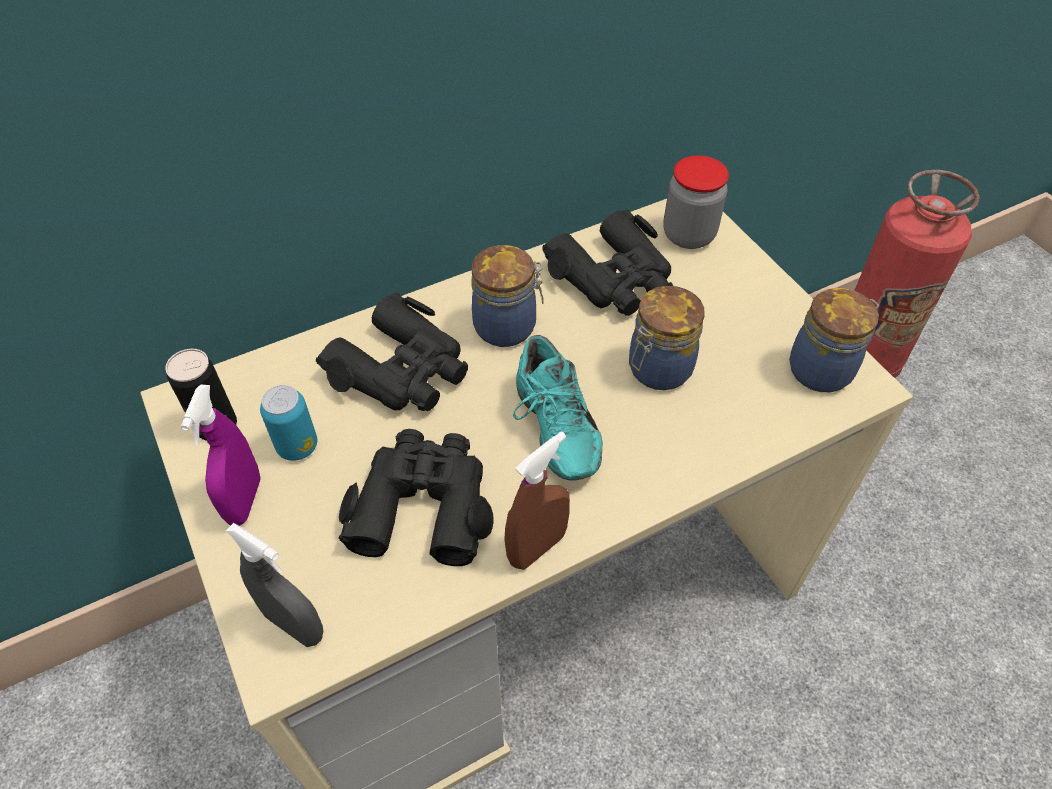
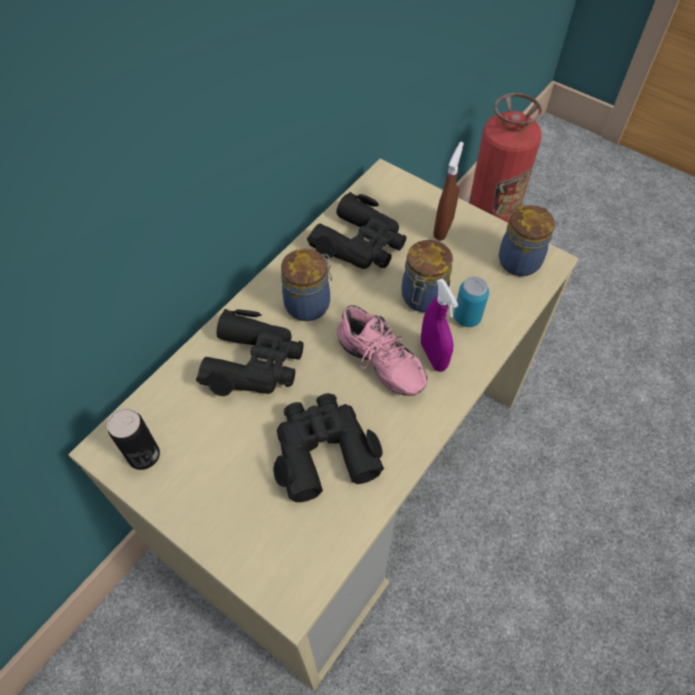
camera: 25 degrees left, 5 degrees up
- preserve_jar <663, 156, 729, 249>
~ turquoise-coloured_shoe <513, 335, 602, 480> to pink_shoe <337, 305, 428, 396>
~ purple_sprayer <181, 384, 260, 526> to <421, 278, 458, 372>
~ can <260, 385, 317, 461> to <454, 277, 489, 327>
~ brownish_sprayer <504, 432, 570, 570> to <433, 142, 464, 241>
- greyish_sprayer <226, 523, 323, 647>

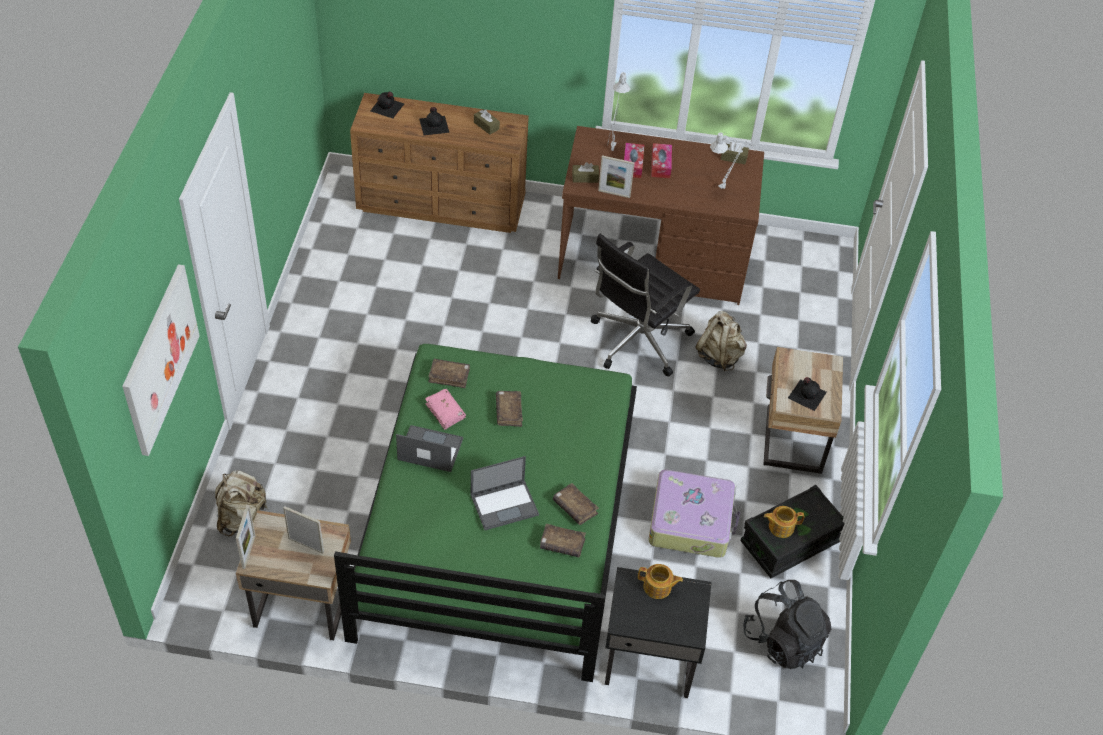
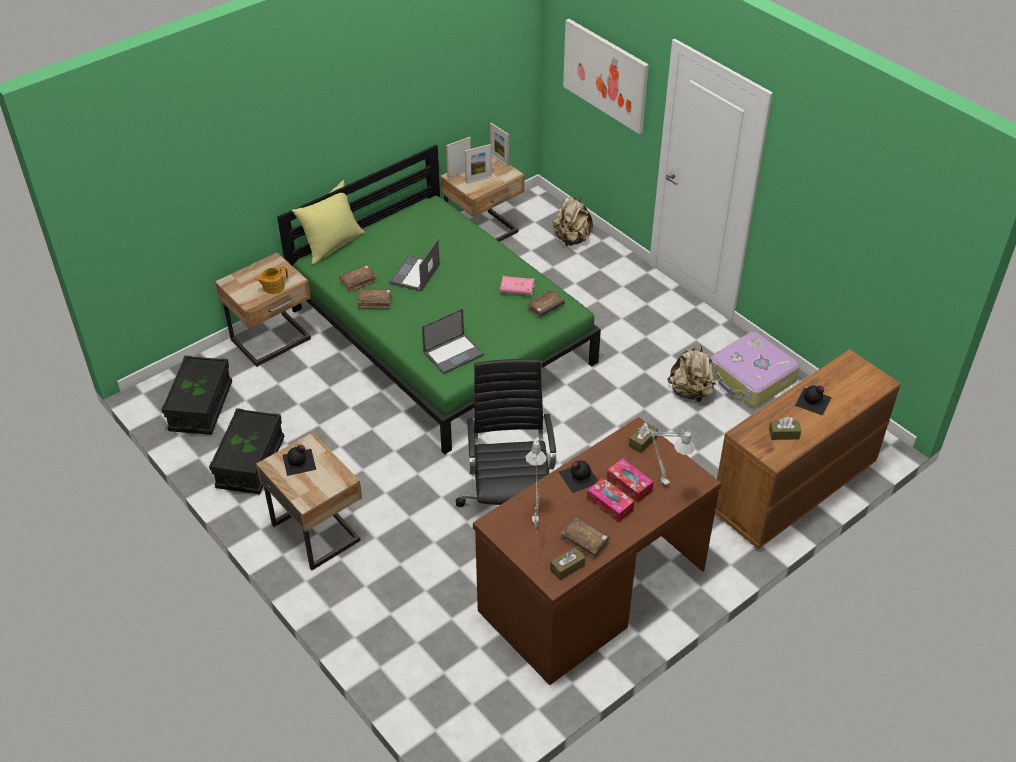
camera: 135 degrees right, 5 degrees down
~ black_bottle <370, 92, 404, 118> to <559, 460, 598, 493>
~ picture_frame <598, 155, 635, 198> to <446, 137, 471, 178>
~ sand-coloured_rucksack <695, 311, 747, 371> to <668, 345, 716, 402>
~ brownish_book <496, 391, 523, 427> to <560, 516, 610, 559>
~ notebook_computer <396, 425, 463, 472> to <422, 308, 484, 374>
~ suitcase <649, 469, 740, 558> to <710, 332, 800, 408>
- pot_for_tea <764, 506, 804, 538>
~ black_bedside_table <605, 567, 712, 698> to sand-coloured_bedside_table <215, 253, 311, 367>
~ black_rucksack <743, 580, 831, 669> to black_storage_bin <161, 356, 232, 435>
+ yellow-coloured_throw_pillow <292, 180, 365, 264>

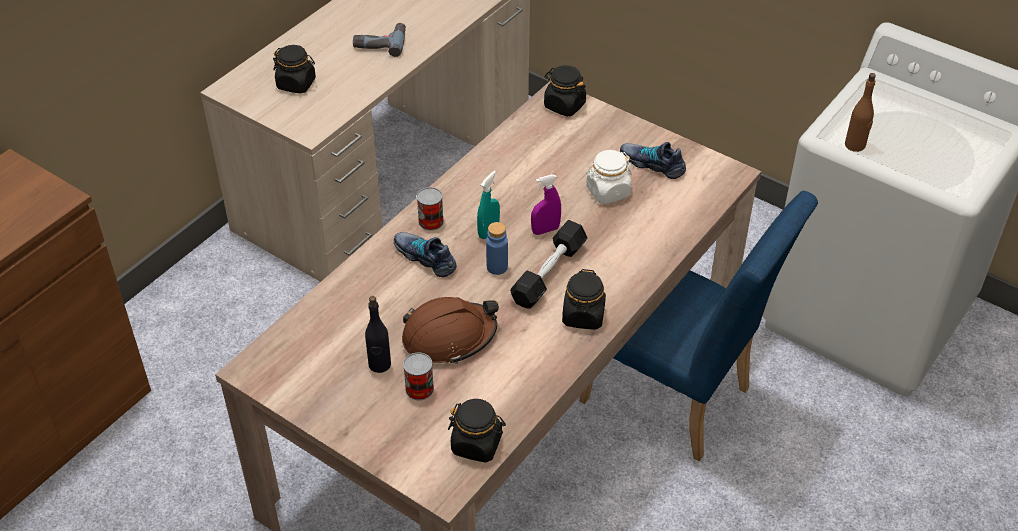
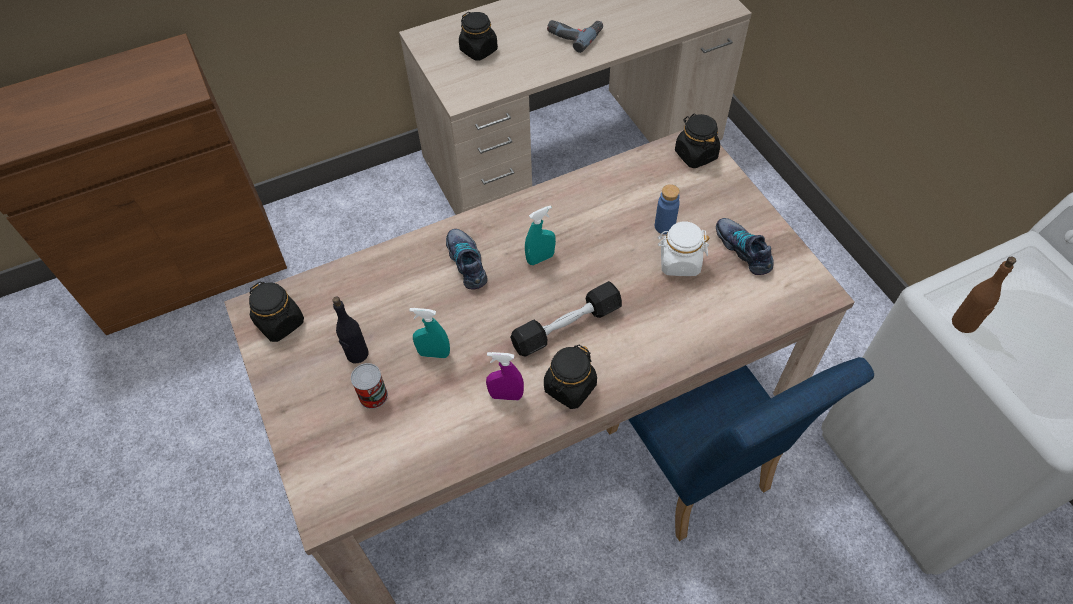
camera: 30 degrees right, 10 degrees up
~ purple_sprayer <531, 174, 561, 235> to <486, 352, 524, 400>
- can <417, 187, 444, 231>
~ bluish_bottle <486, 222, 508, 275> to <655, 184, 680, 234>
~ brownish_hard_hat <402, 297, 499, 364> to turquoise-coloured_sprayer <409, 308, 450, 358>
~ black_preserve_jar <448, 399, 506, 463> to <249, 282, 304, 342>

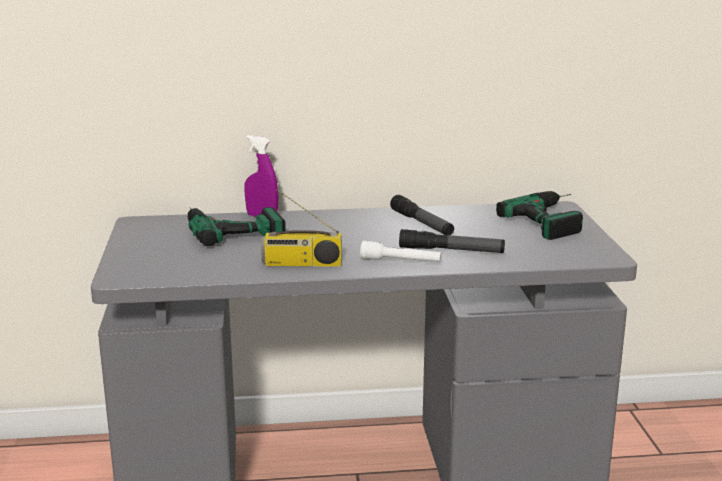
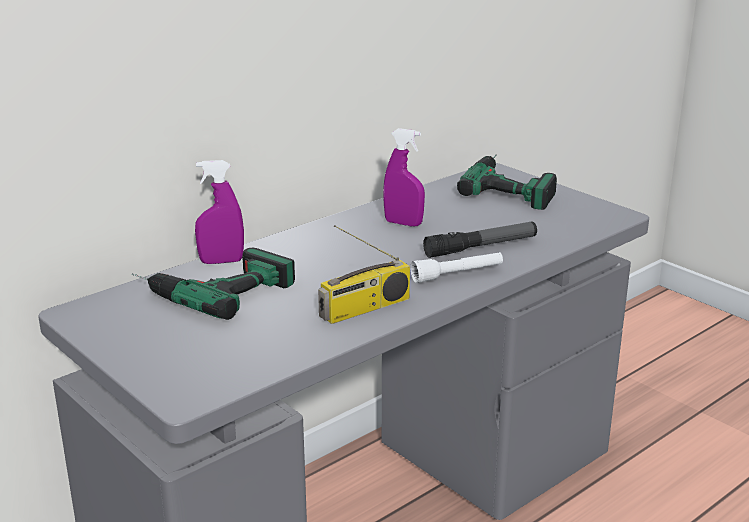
camera: 35 degrees left, 5 degrees up
~ torch <390, 195, 454, 235> to purple_sprayer <383, 128, 425, 227>

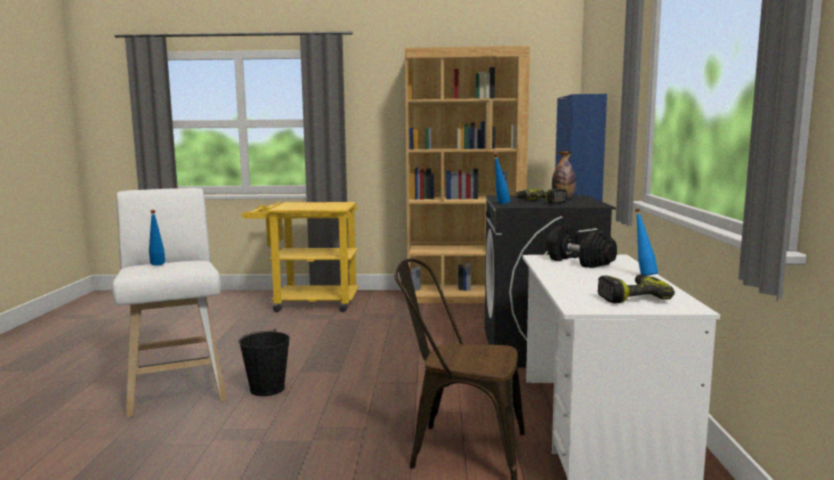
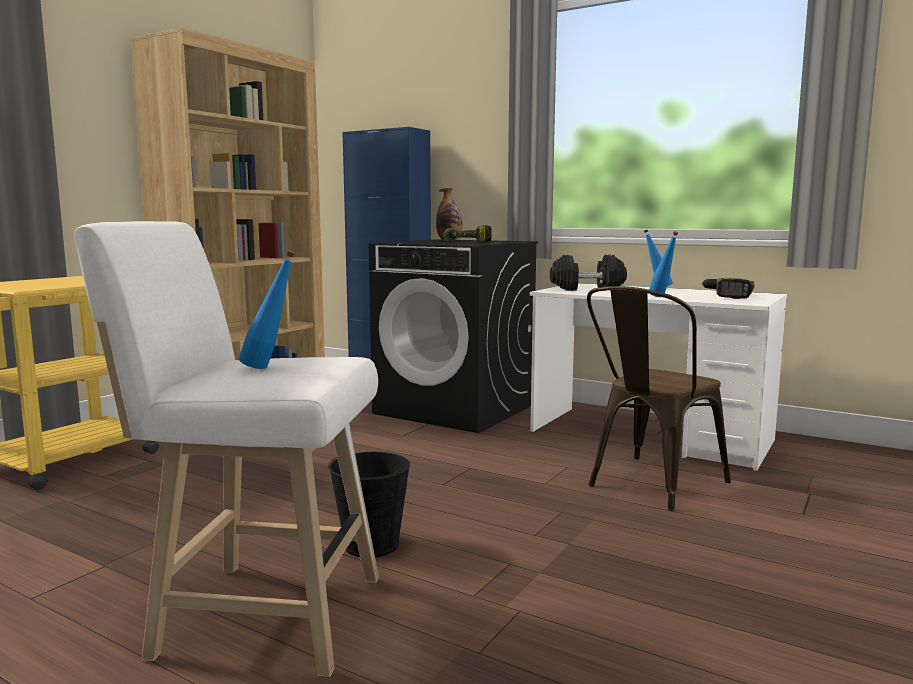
camera: 60 degrees left, 0 degrees up
~ bluish_bottle <494, 154, 510, 204> to <649, 231, 678, 297>

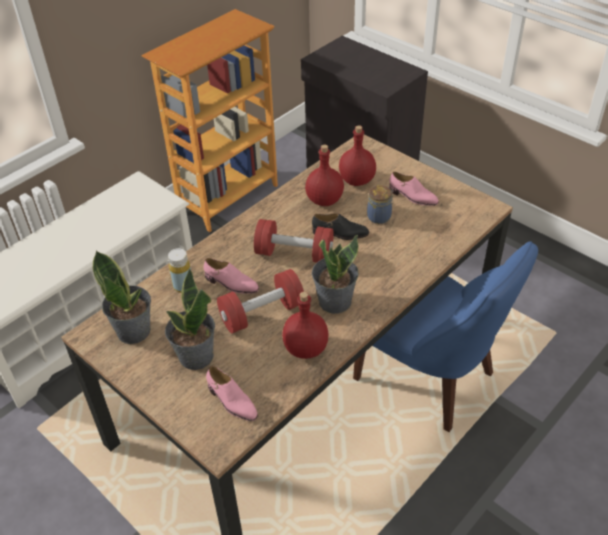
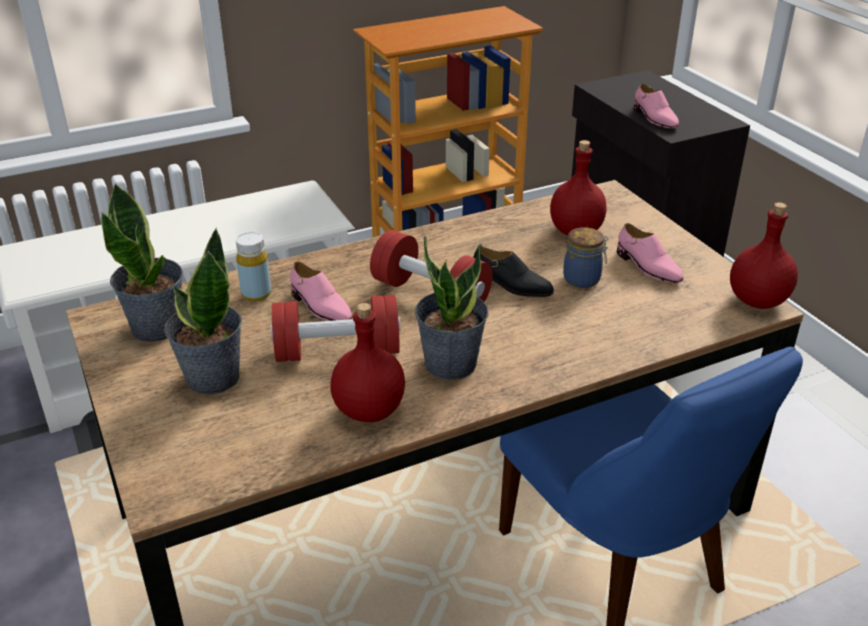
camera: 20 degrees right, 10 degrees down
~ red_bottle <305, 145, 344, 206> to <730, 202, 798, 309>
~ pink_shoe <206, 366, 258, 421> to <634, 84, 679, 129>

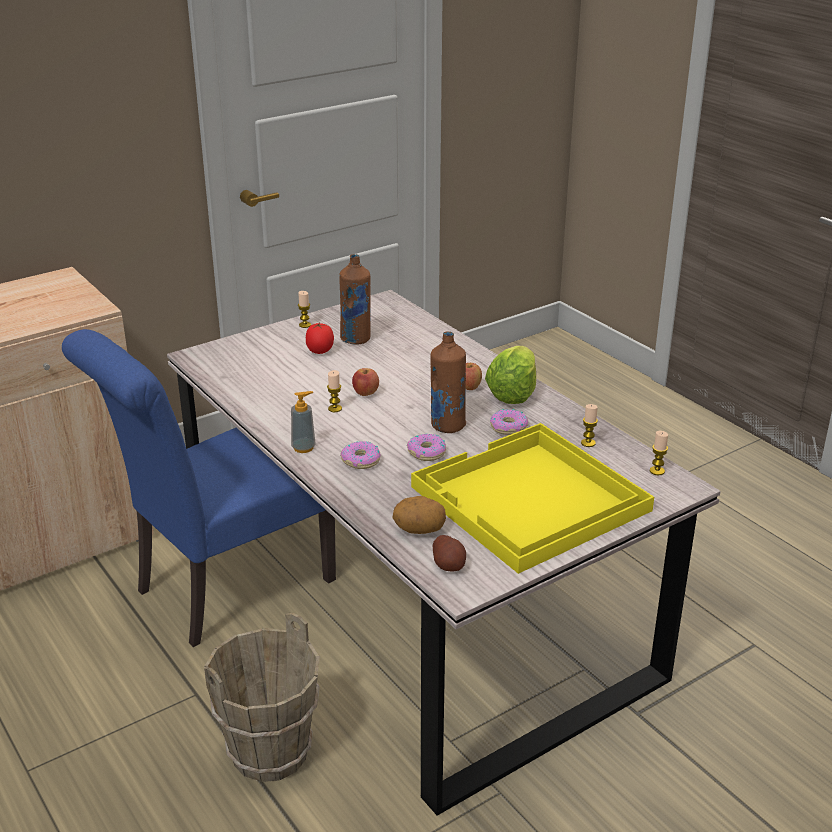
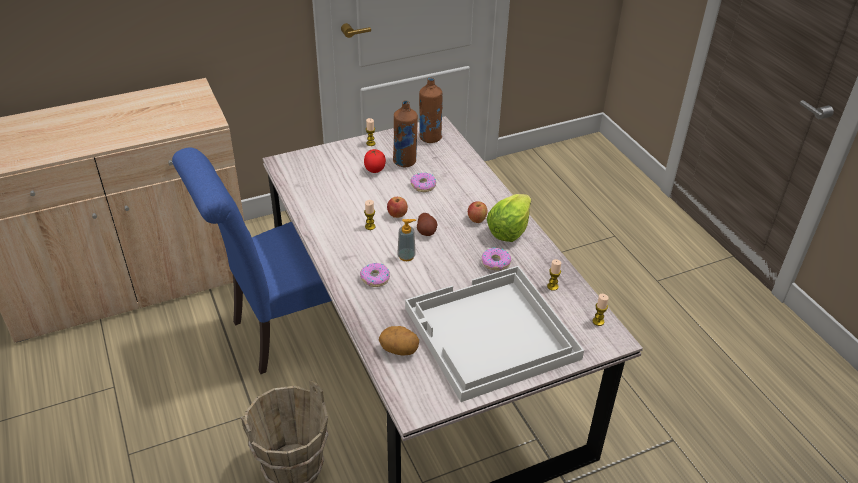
camera: 10 degrees right, 10 degrees up
~ brownish_bottle <431, 331, 466, 433> to <419, 77, 443, 143>
~ liquid_soap_bottle <291, 391, 315, 453> to <397, 219, 416, 261>
~ yellow-coloured_carrying_tray <411, 423, 654, 574> to whitish_carrying_tray <405, 266, 584, 402>
~ ring_doughnut <407, 434, 446, 461> to <410, 173, 436, 192>
~ potato <433, 535, 466, 572> to <417, 213, 438, 236>

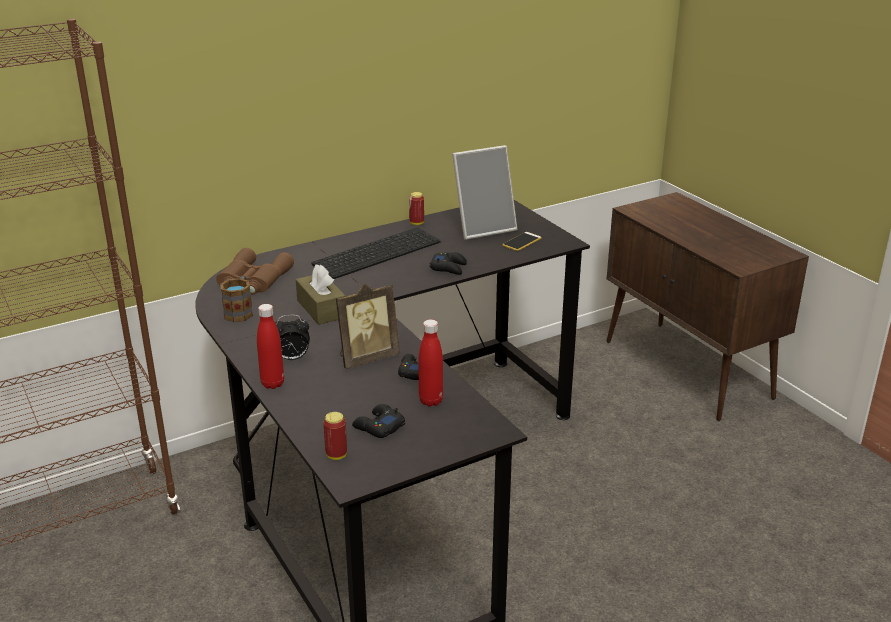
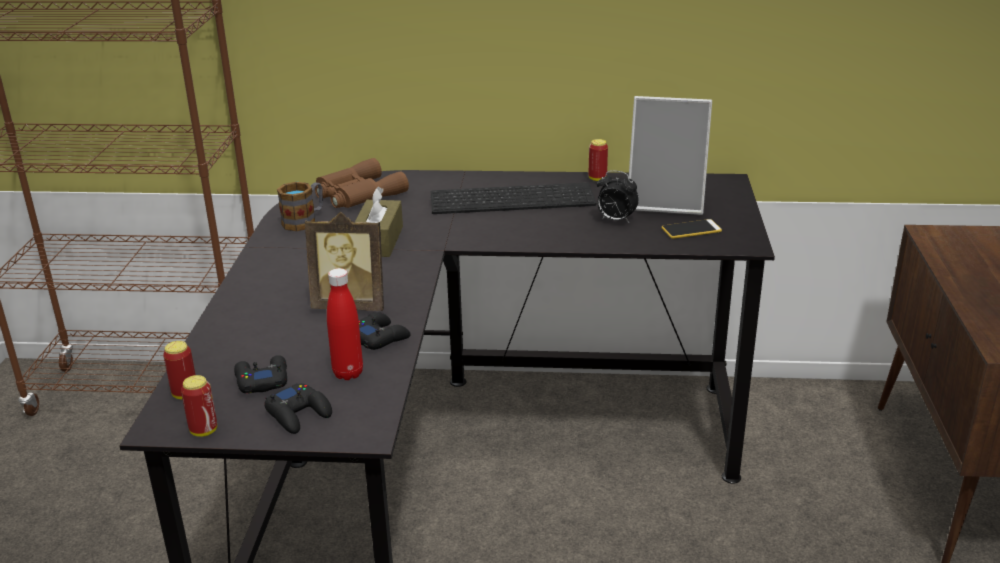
camera: 35 degrees right, 0 degrees up
~ black_game_controller <430, 252, 467, 275> to <264, 383, 332, 434>
- red_bottle <257, 304, 284, 389>
~ bedside_clock <275, 315, 310, 360> to <597, 170, 639, 223>
+ can <181, 375, 217, 437>

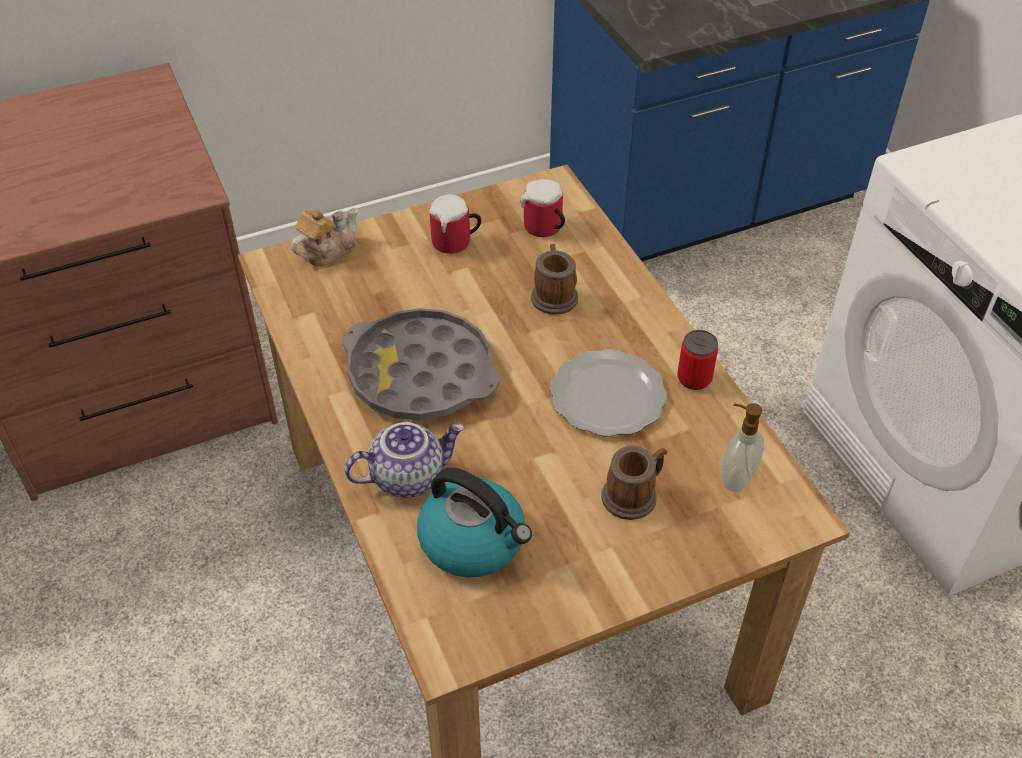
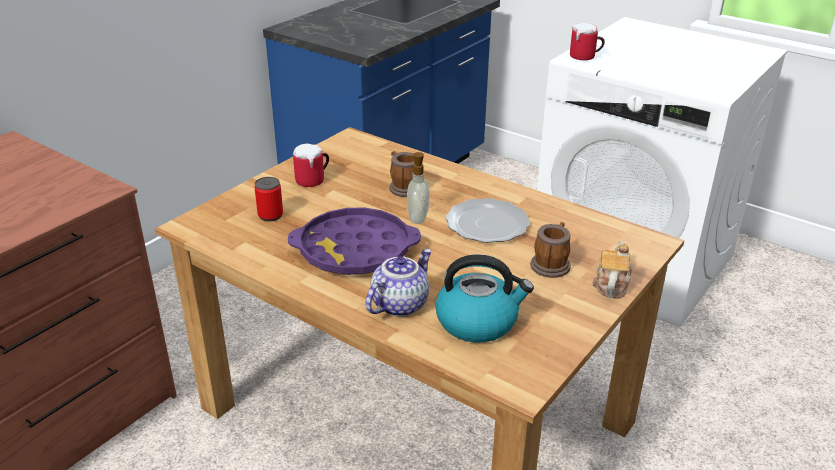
camera: 30 degrees left, 15 degrees down
~ mug <520, 179, 565, 237> to <570, 23, 605, 60>
~ pot_for_tea <291, 208, 358, 266> to <593, 241, 632, 298>
~ greyish_carrying_tray <342, 308, 499, 420> to purple_carrying_tray <288, 207, 421, 275>
~ can <677, 330, 718, 390> to <255, 177, 283, 221>
~ liquid_soap_bottle <721, 403, 764, 492> to <404, 152, 429, 224>

